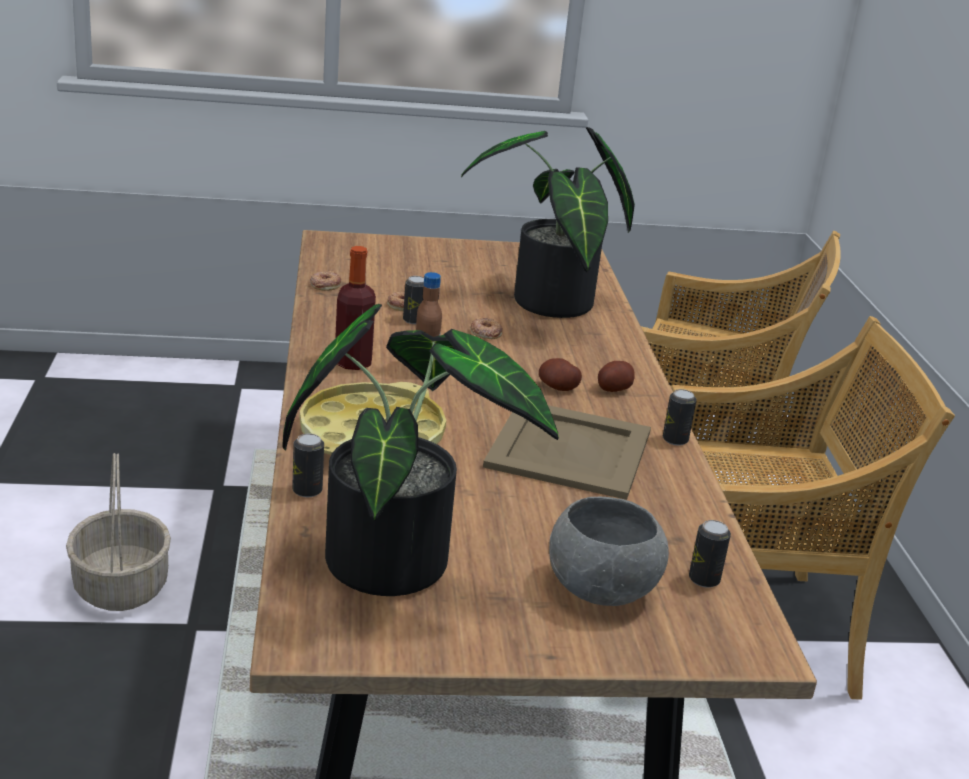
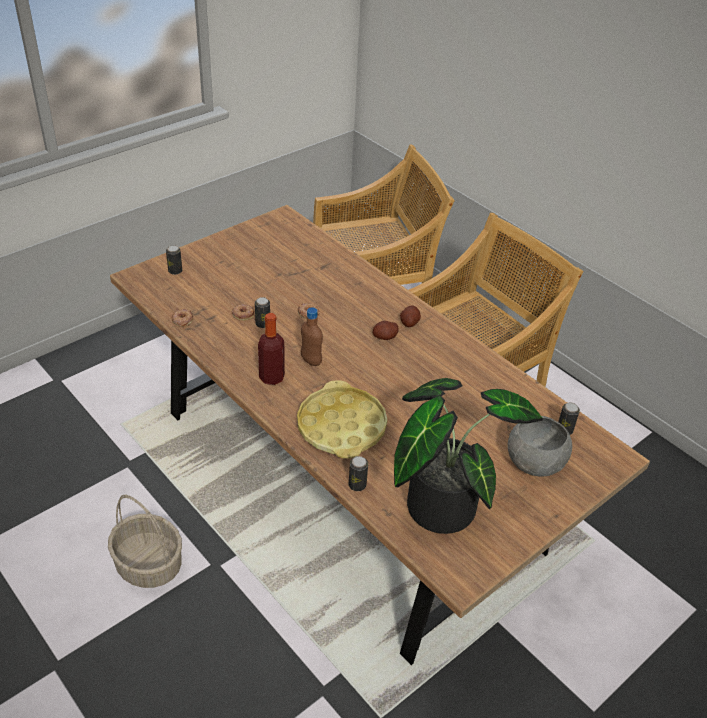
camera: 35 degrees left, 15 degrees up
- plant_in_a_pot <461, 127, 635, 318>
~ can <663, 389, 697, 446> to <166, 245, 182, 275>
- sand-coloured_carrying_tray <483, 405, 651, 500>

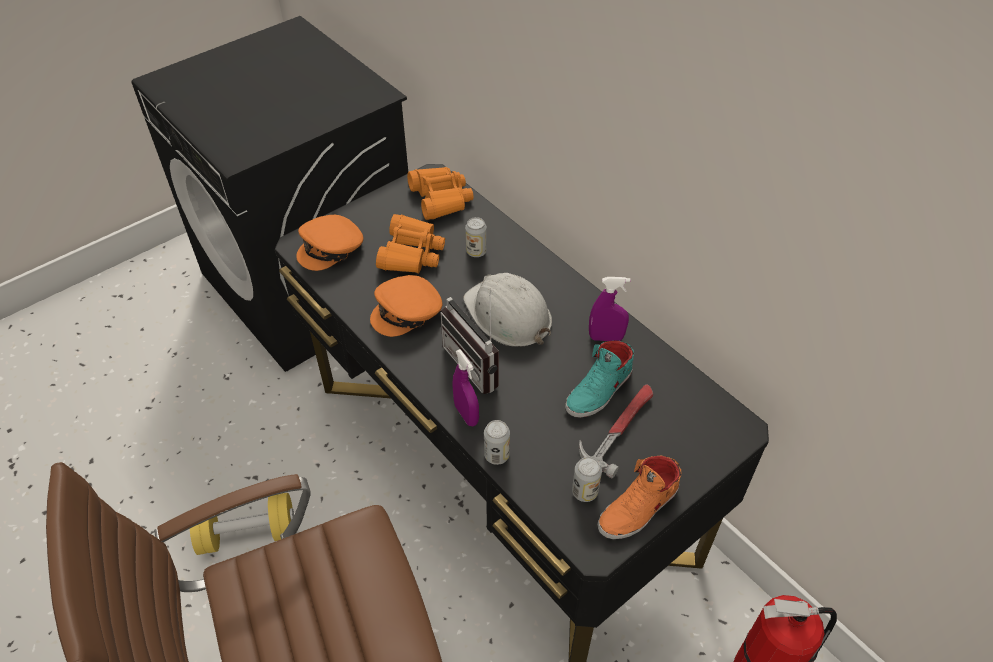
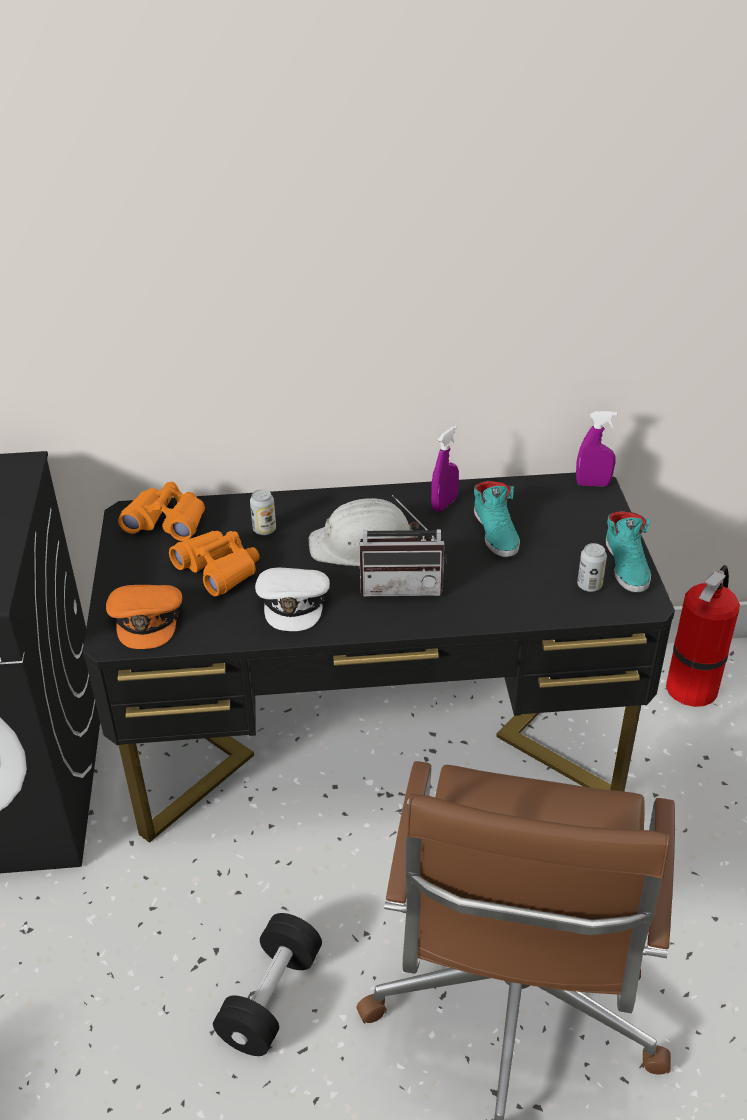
camera: 55 degrees left, 10 degrees down
~ orangey_cap <370, 275, 443, 337> to whitish_cap <255, 568, 330, 631>
~ purple_sprayer <452, 349, 479, 426> to <576, 411, 617, 486>
- hammer <579, 384, 653, 478>
- can <484, 420, 510, 465>
~ orangey_shoe <597, 456, 681, 539> to turquoise-coloured_shoe <606, 511, 651, 592>
~ yellow-coloured_hand_weight <190, 493, 294, 555> to black_hand_weight <213, 913, 322, 1056>

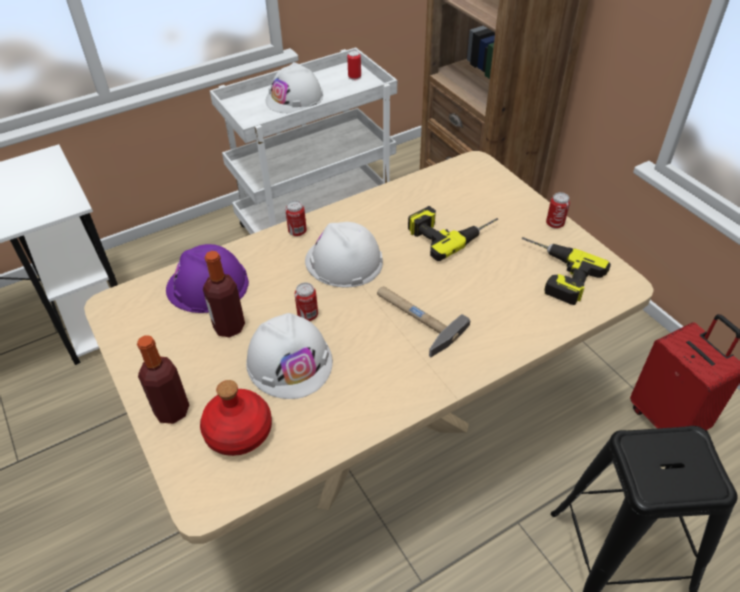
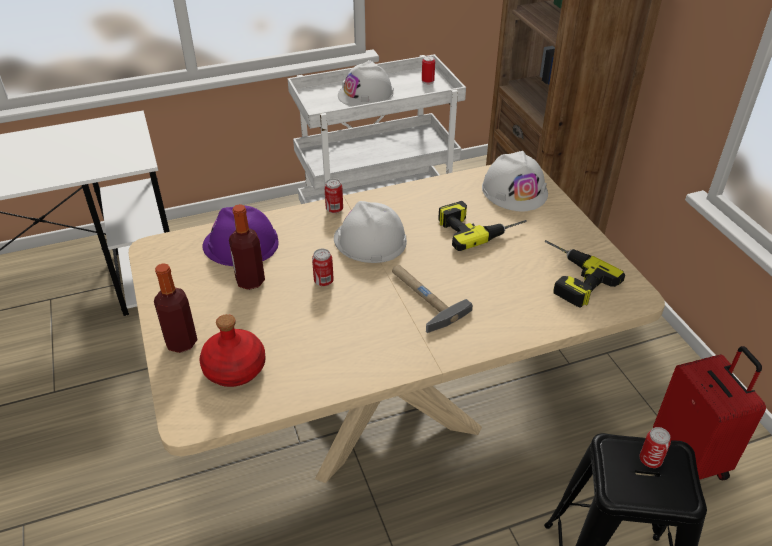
camera: 10 degrees right, 5 degrees down
~ can <546, 192, 570, 229> to <639, 427, 671, 468>
~ whitish_hard_hat <246, 313, 333, 399> to <482, 151, 548, 211>

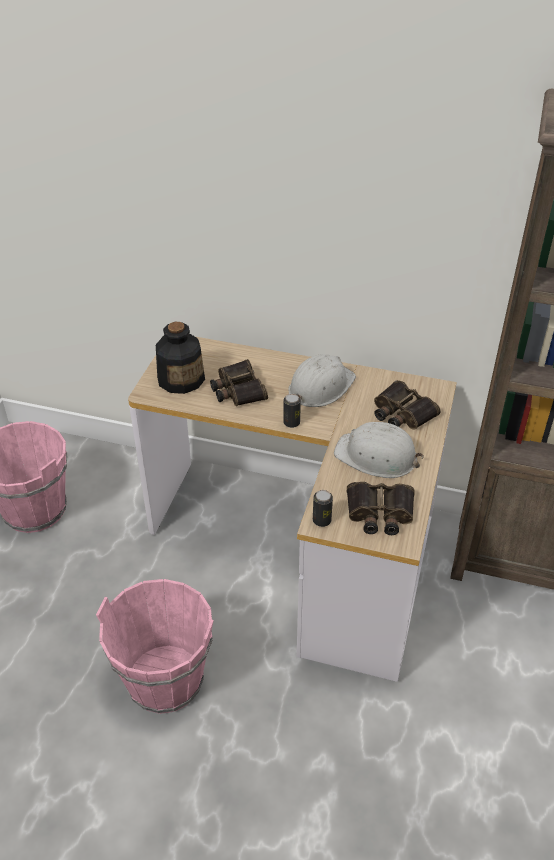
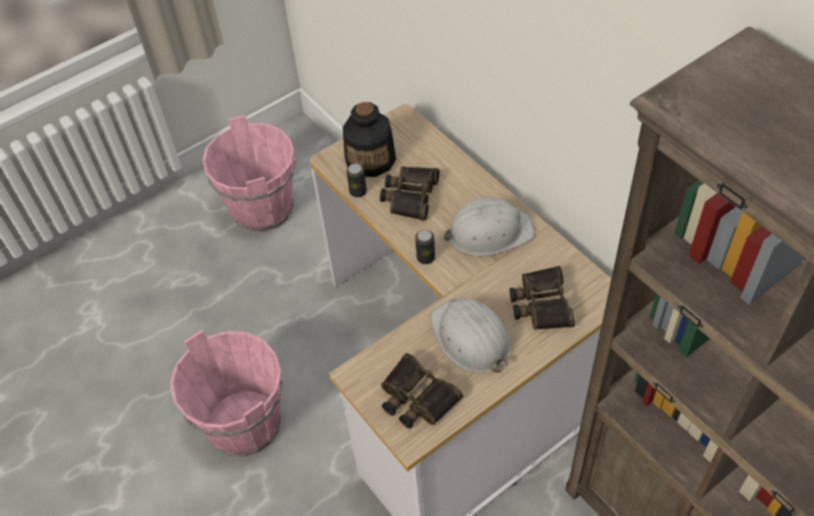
camera: 40 degrees right, 10 degrees up
~ can <313, 490, 333, 527> to <346, 163, 367, 198>

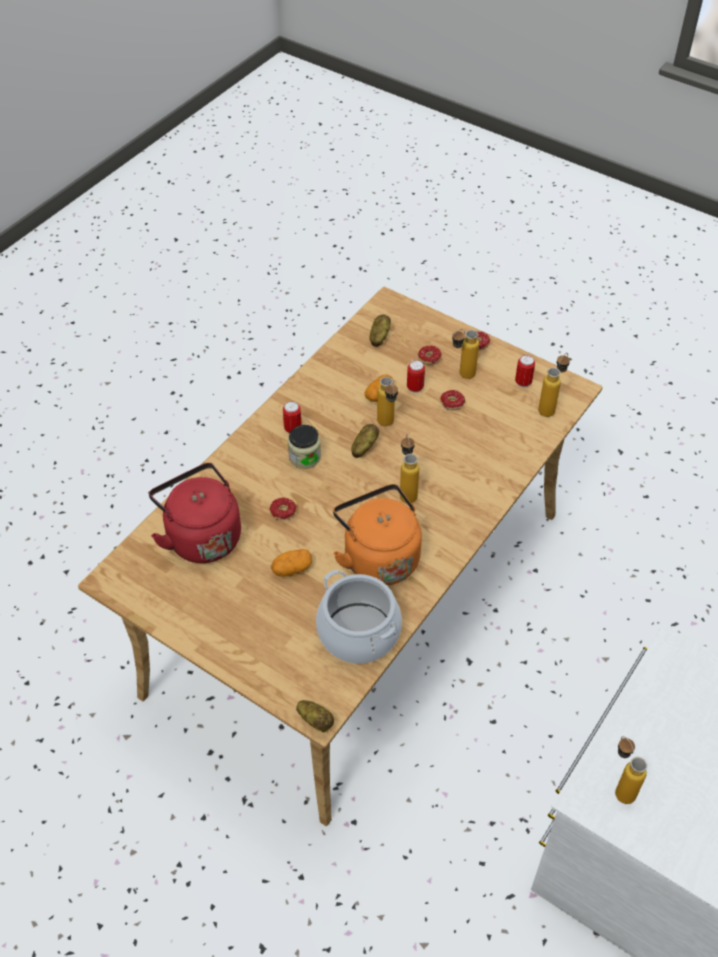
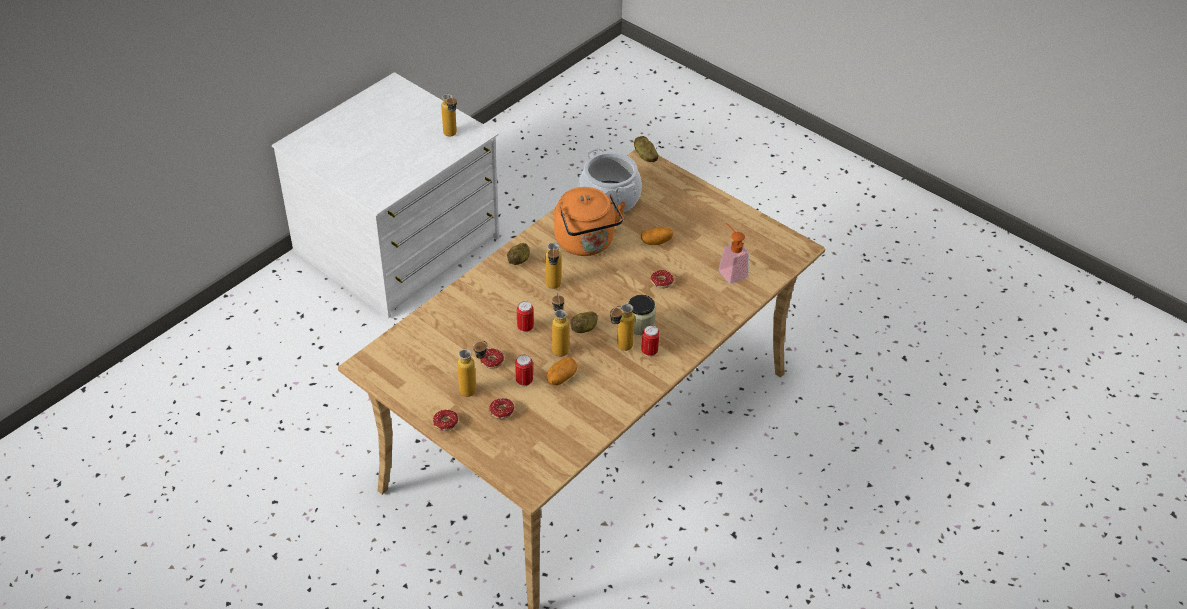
camera: 175 degrees left, 5 degrees down
~ potato <370, 314, 391, 347> to <507, 243, 530, 265>
~ bottle <538, 353, 570, 417> to <610, 304, 635, 351>
~ can <515, 355, 535, 387> to <517, 301, 534, 333>
~ red_tea_kettle <149, 463, 241, 563> to liquid_soap_bottle <719, 223, 749, 284>

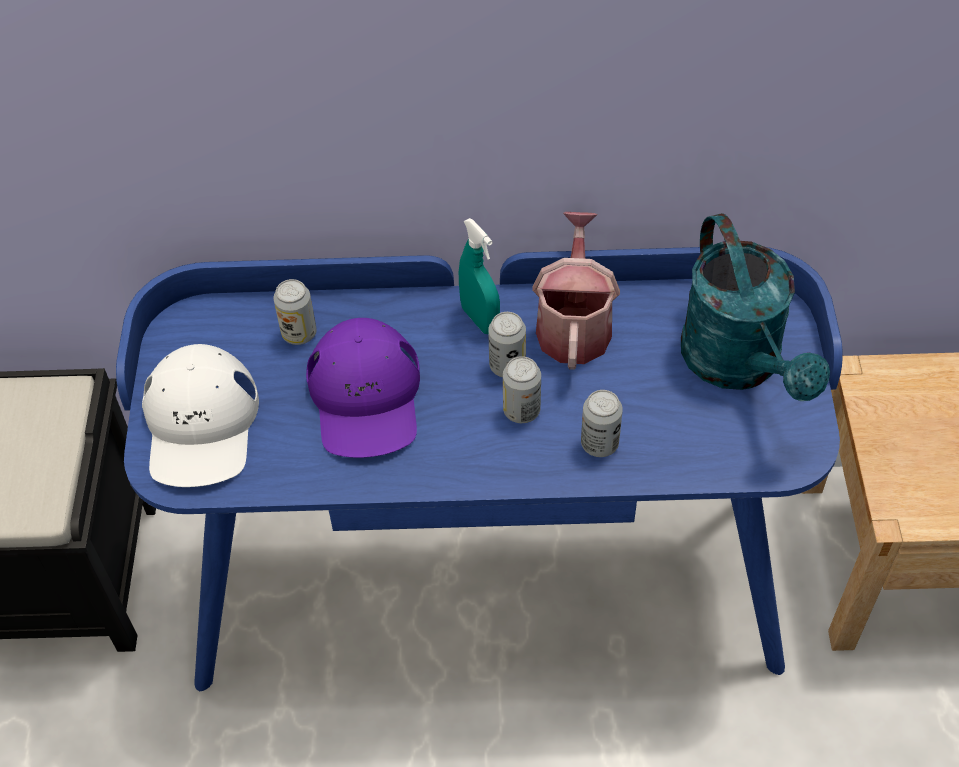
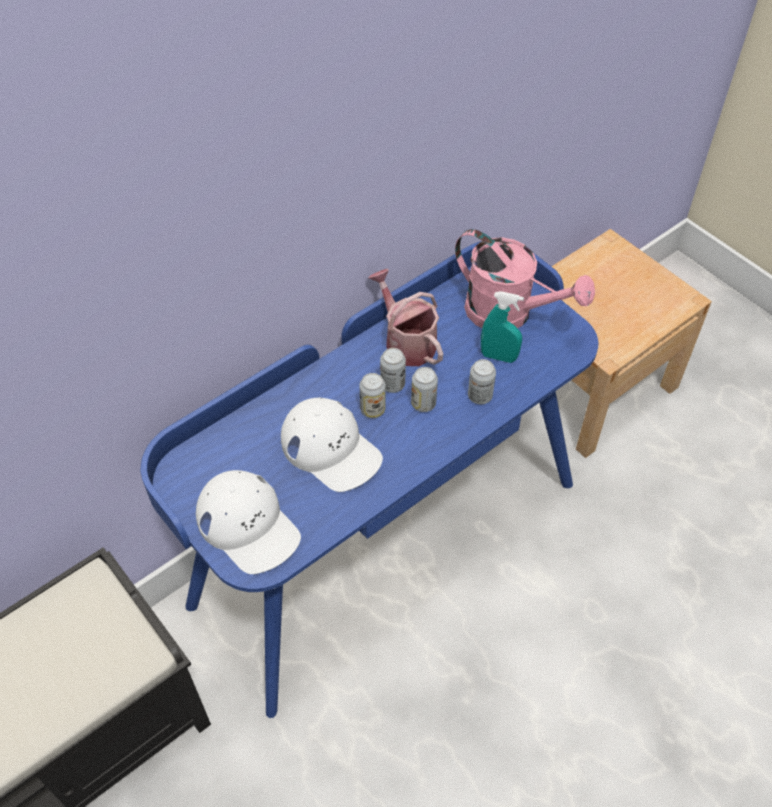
camera: 40 degrees left, 0 degrees up
~ turquoise-coloured_sprinkling_can <681, 213, 830, 401> to pink_sprinkling_can <455, 229, 595, 328>
~ turquoise-coloured_sprayer <459, 218, 500, 334> to <481, 291, 524, 363>
~ can <274, 279, 317, 345> to <360, 373, 386, 418>
~ purple_cap <306, 318, 420, 458> to whitish_cap <281, 398, 383, 492>

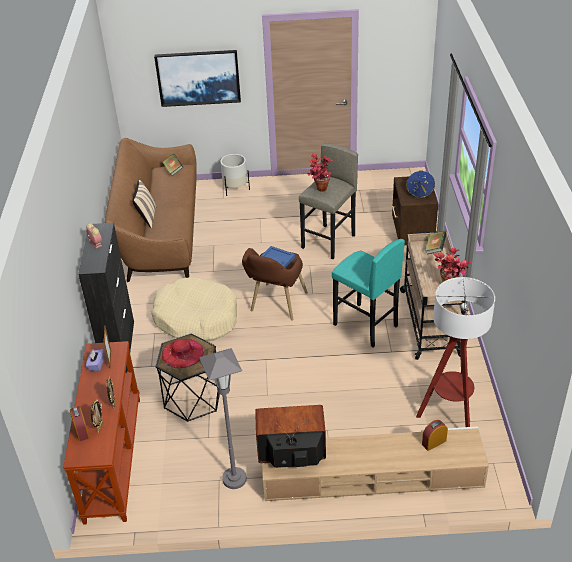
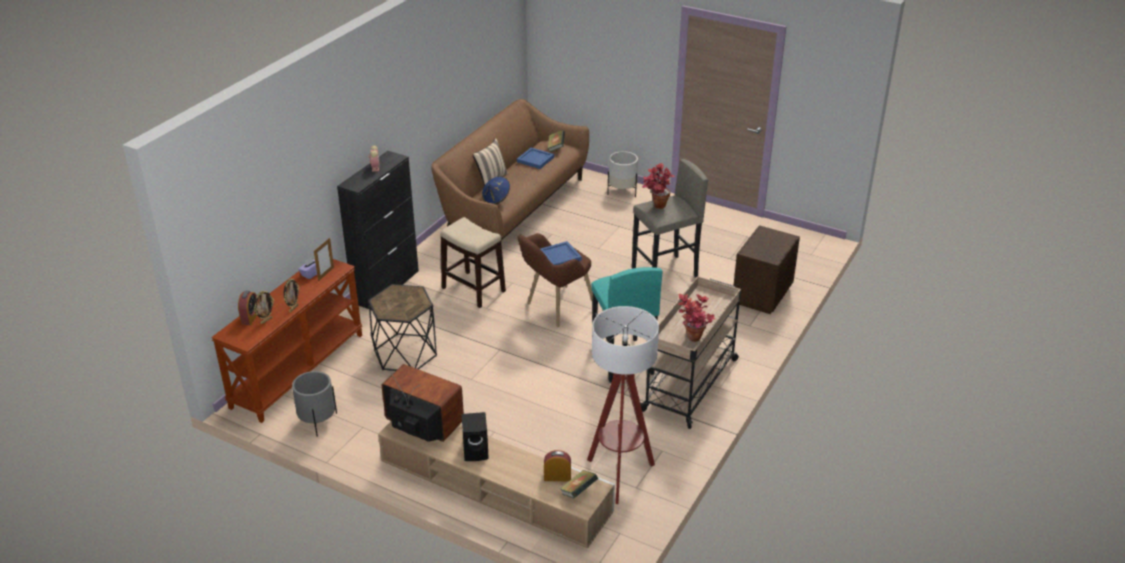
camera: 30 degrees right, 5 degrees down
- wall_picture <154, 50, 241, 107>
~ bluish_hat <406, 171, 435, 198> to <482, 177, 510, 205>
~ book <425, 231, 447, 254> to <560, 470, 598, 499>
~ sand-coloured_dog_cushion <151, 277, 237, 341> to stool <440, 217, 506, 308>
- red_hat <162, 339, 204, 369>
- greyish_standing_lamp <199, 348, 247, 489>
+ bluish_carrying_tray <517, 148, 554, 169>
+ greyish_plant_pot <292, 371, 337, 437>
+ black_loudspeaker <461, 412, 489, 461>

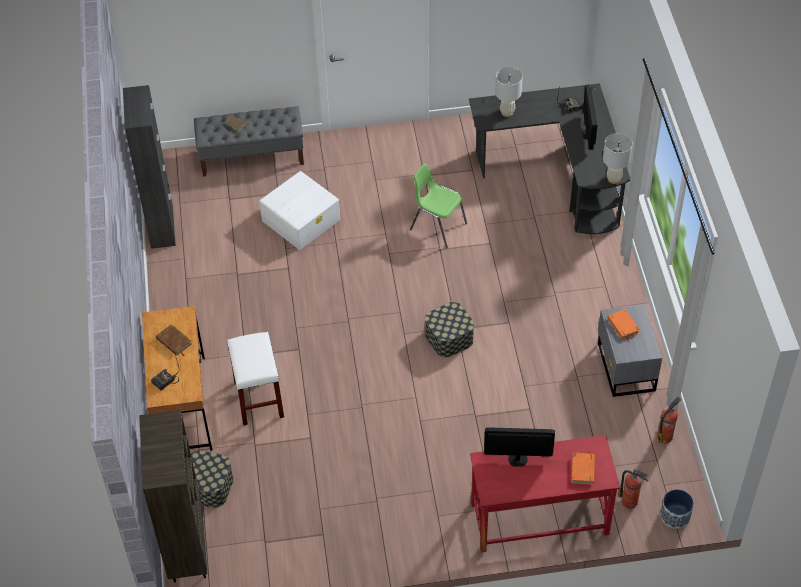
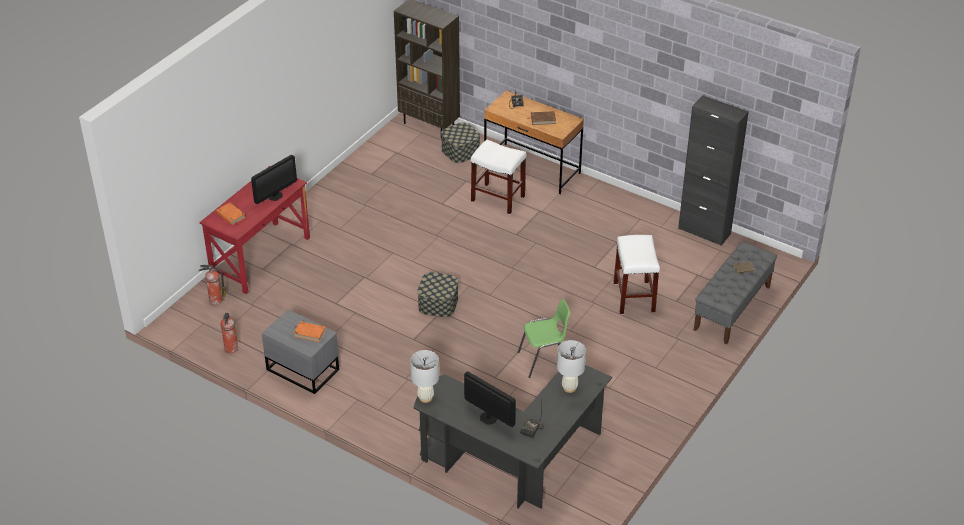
camera: 130 degrees right, 10 degrees down
~ whitish_storage_bin <259, 171, 340, 250> to whitish_stool <614, 235, 660, 314>
- plant_pot <660, 489, 694, 529>

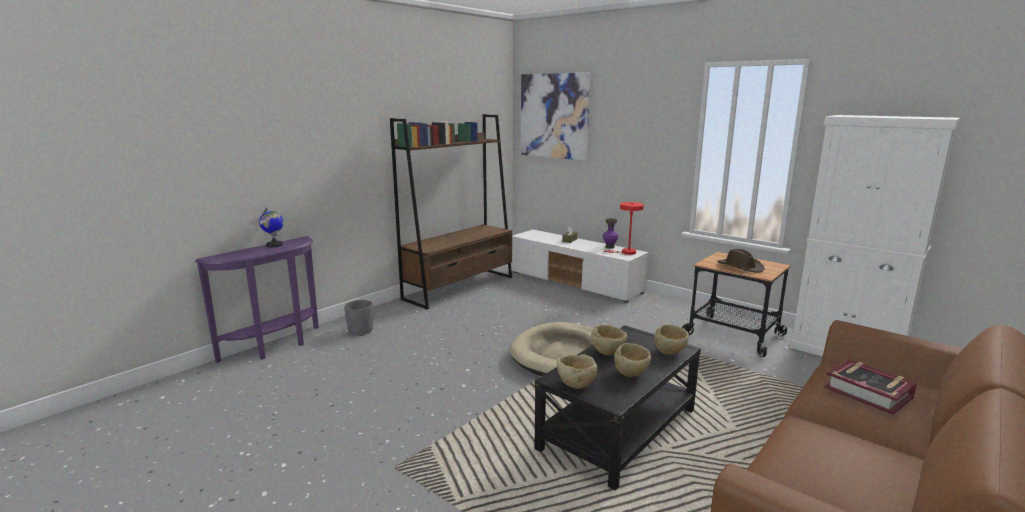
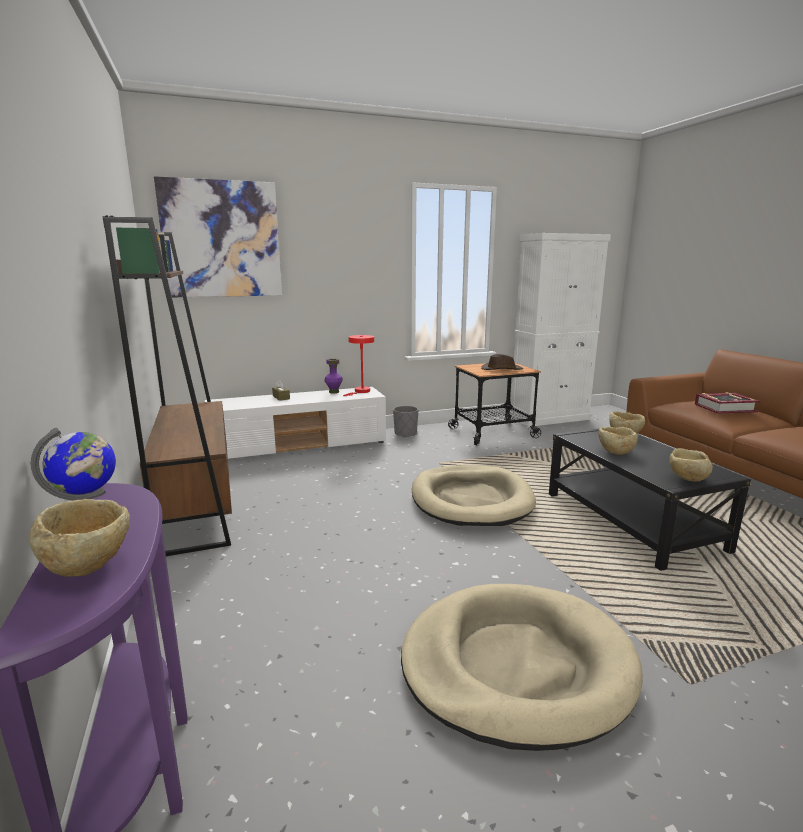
camera: 60 degrees left, 0 degrees up
~ greyish_plant_pot <344, 300, 373, 336> to <393, 406, 418, 437>
~ sand-coloured_serving_bowl <614, 343, 651, 377> to <29, 499, 130, 577>
+ sand-coloured_dog_cushion <401, 584, 643, 751>

